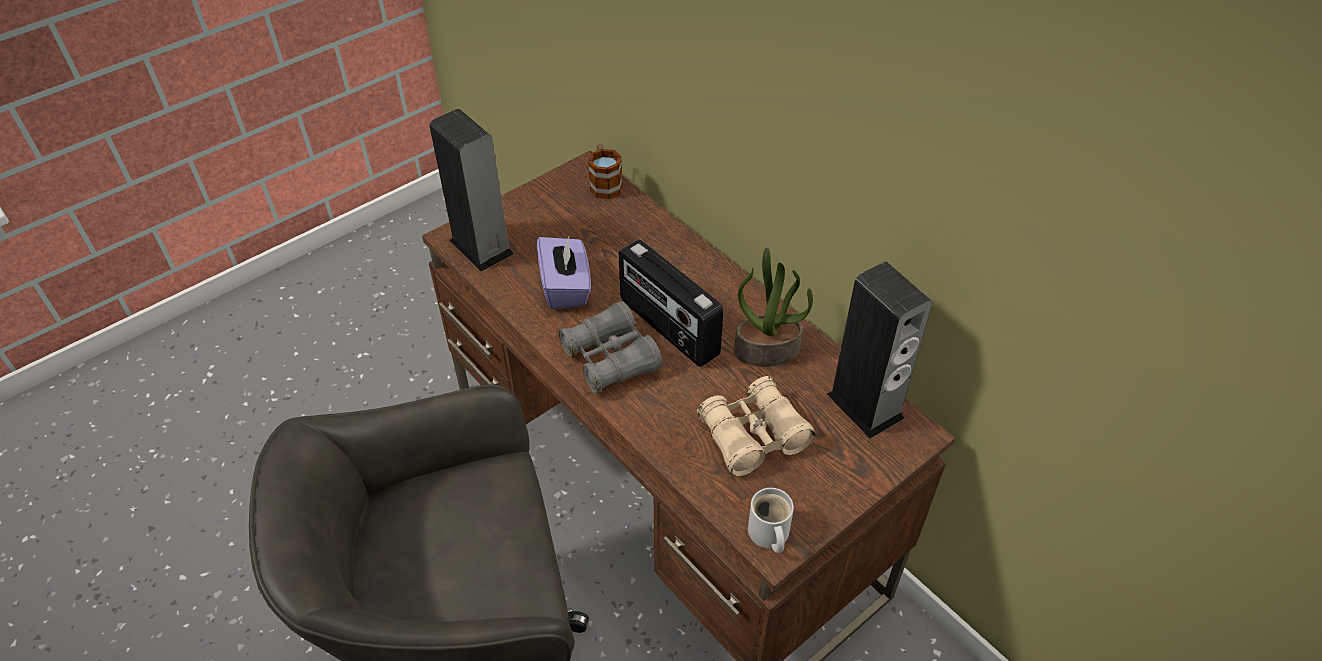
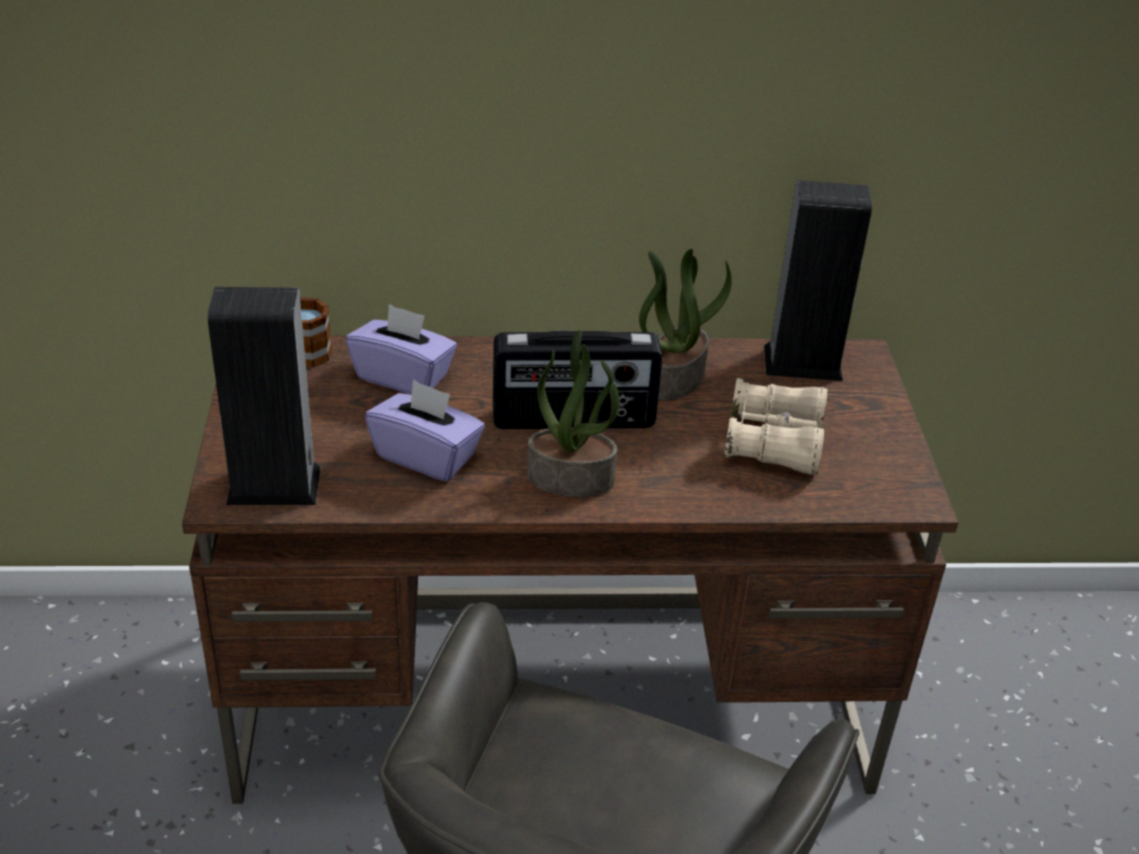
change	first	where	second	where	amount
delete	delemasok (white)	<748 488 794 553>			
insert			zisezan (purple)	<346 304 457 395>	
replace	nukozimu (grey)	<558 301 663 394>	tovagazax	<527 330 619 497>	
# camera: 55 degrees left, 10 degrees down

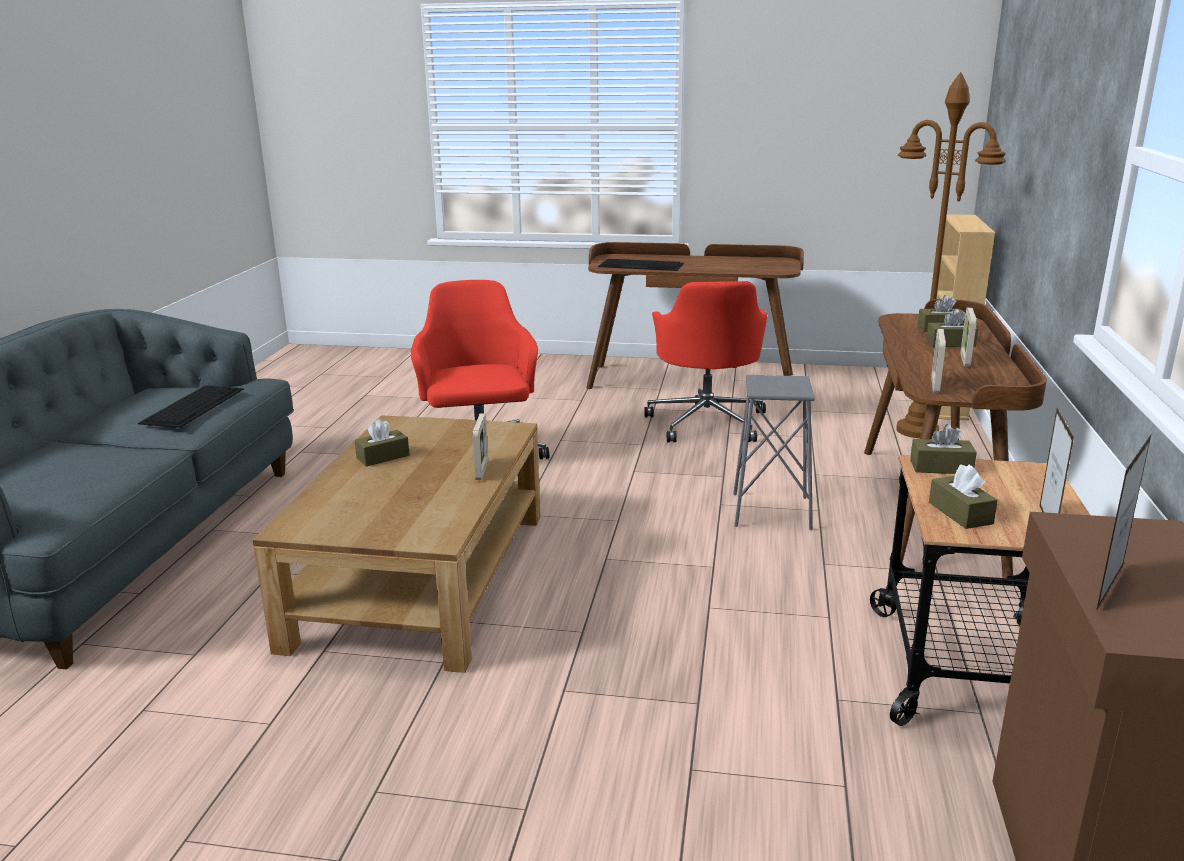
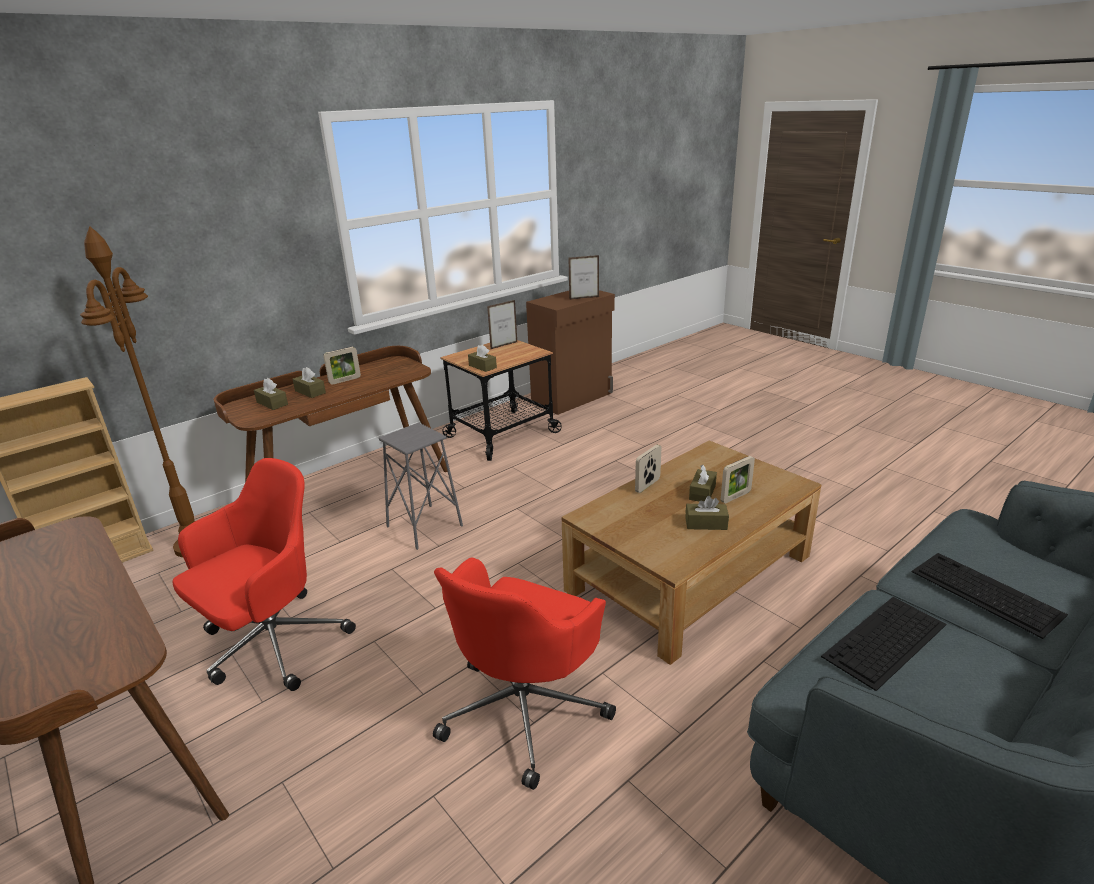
change	first	where	second	where	amount
move	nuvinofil	<598 259 684 271>		<912 553 1068 639>	
move	zisezan (brown)	<929 464 998 529>		<689 465 717 502>	
move	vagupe	<931 329 946 393>		<721 456 755 504>	
# camera: 140 degrees left, 5 degrees up

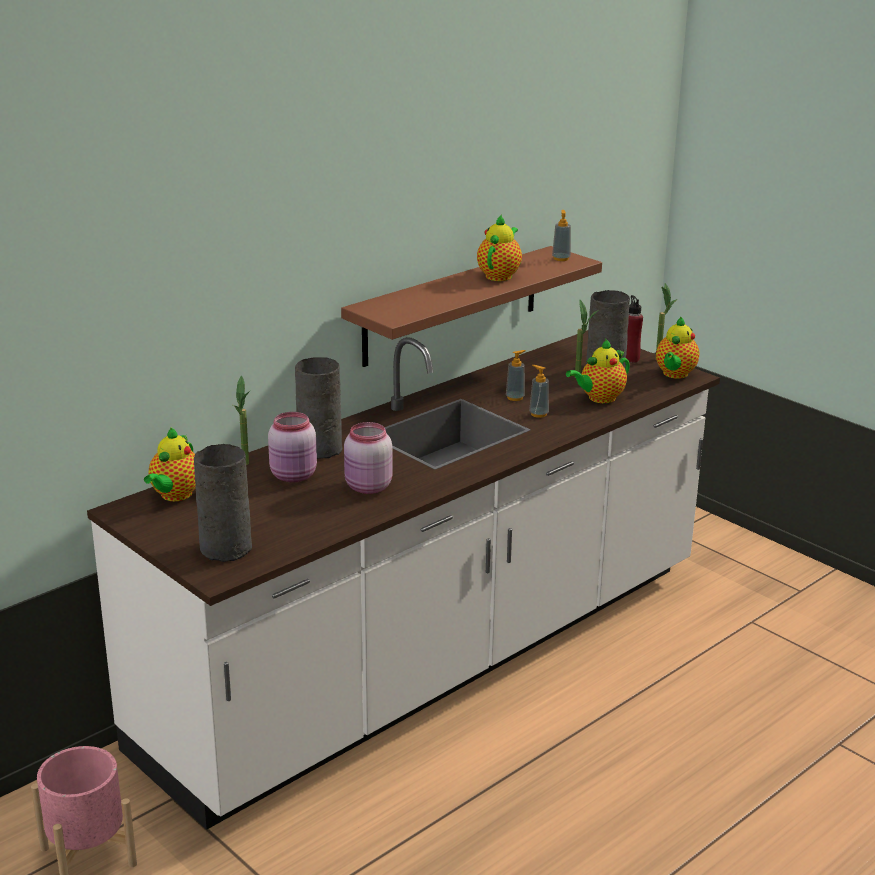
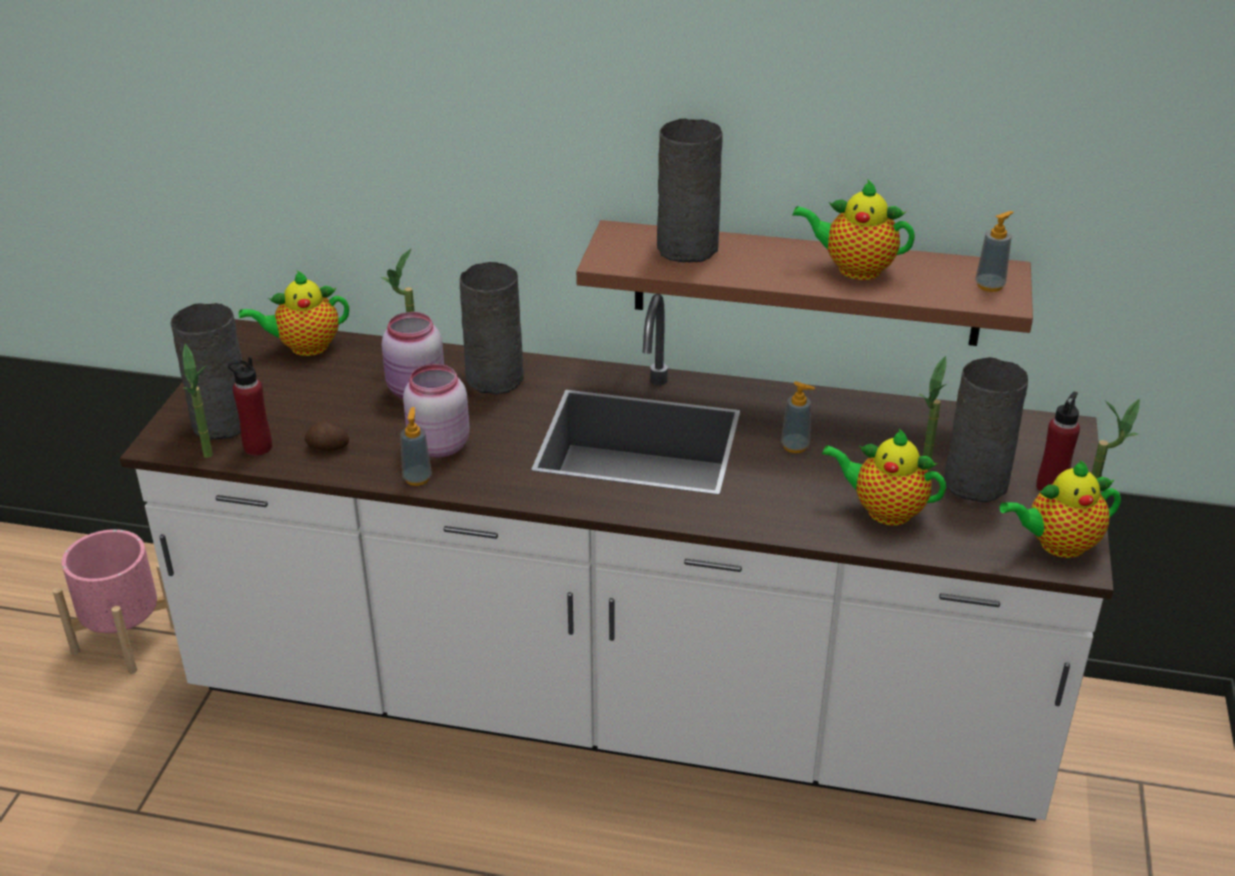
change	first	where	second	where	amount
insert			tovagazax	<183 344 213 458>	
insert			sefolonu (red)	<228 356 272 456>	
insert			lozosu	<305 421 349 451>	
insert			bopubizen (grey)	<657 119 722 262>	
move	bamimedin	<529 365 549 418>		<400 407 432 486>	
rotate	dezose	<477 214 522 281>		<792 179 915 280>	150 degrees counterclockwise
# camera: 55 degrees right, 10 degrees up

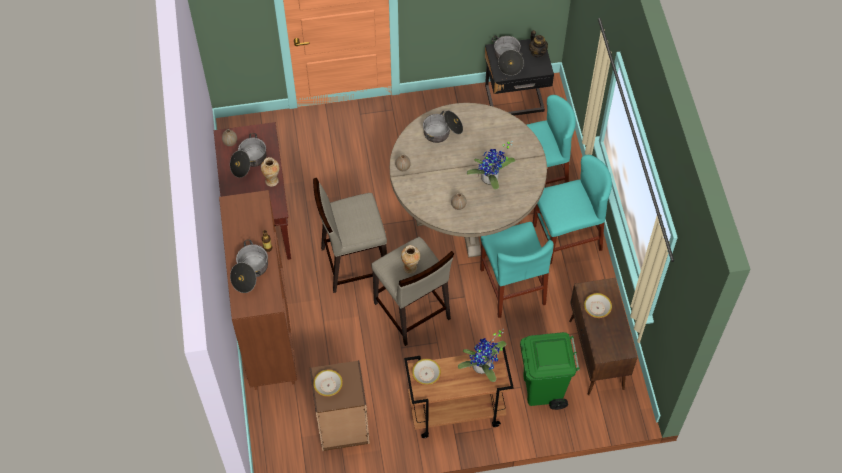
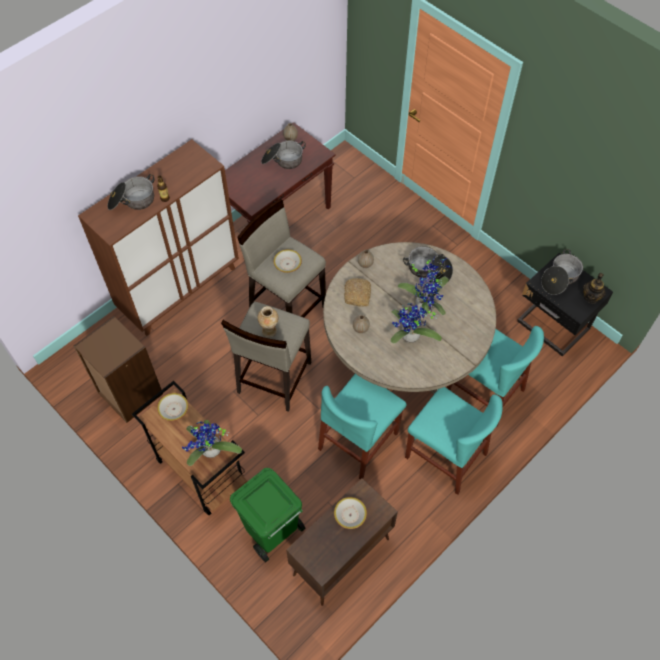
change	first	where	second	where	amount
delete	bopubizen	<261 157 280 187>			
insert			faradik	<344 278 371 307>	
insert			tovagazax	<398 258 451 315>	
move	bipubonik	<313 369 343 397>		<273 249 302 273>	
# camera: 55 degrees right, 0 degrees up

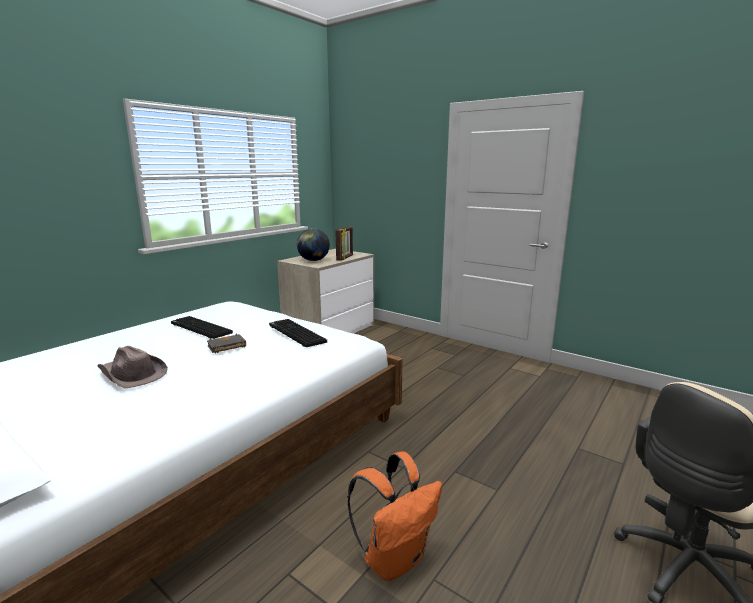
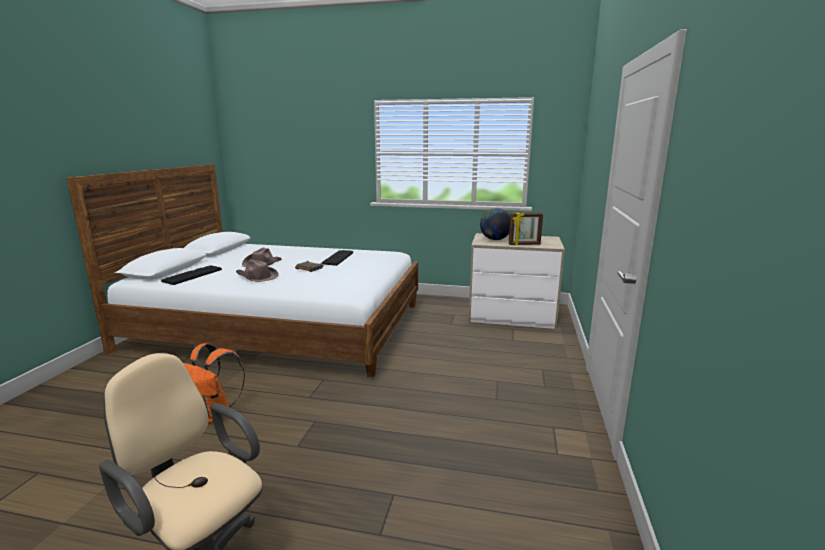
change	first	where	second	where	amount
insert			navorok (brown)	<236 260 279 282>	
move	nuvinofil	<269 319 327 347>		<161 265 222 285>	
# camera: 65 degrees right, 0 degrees up

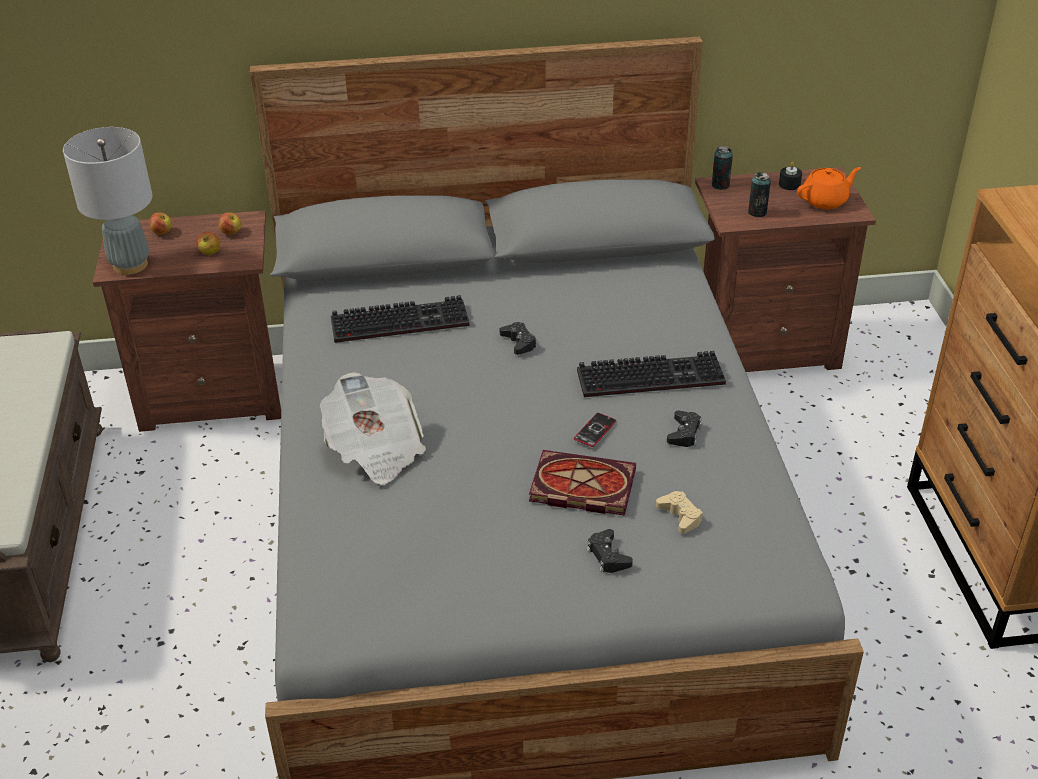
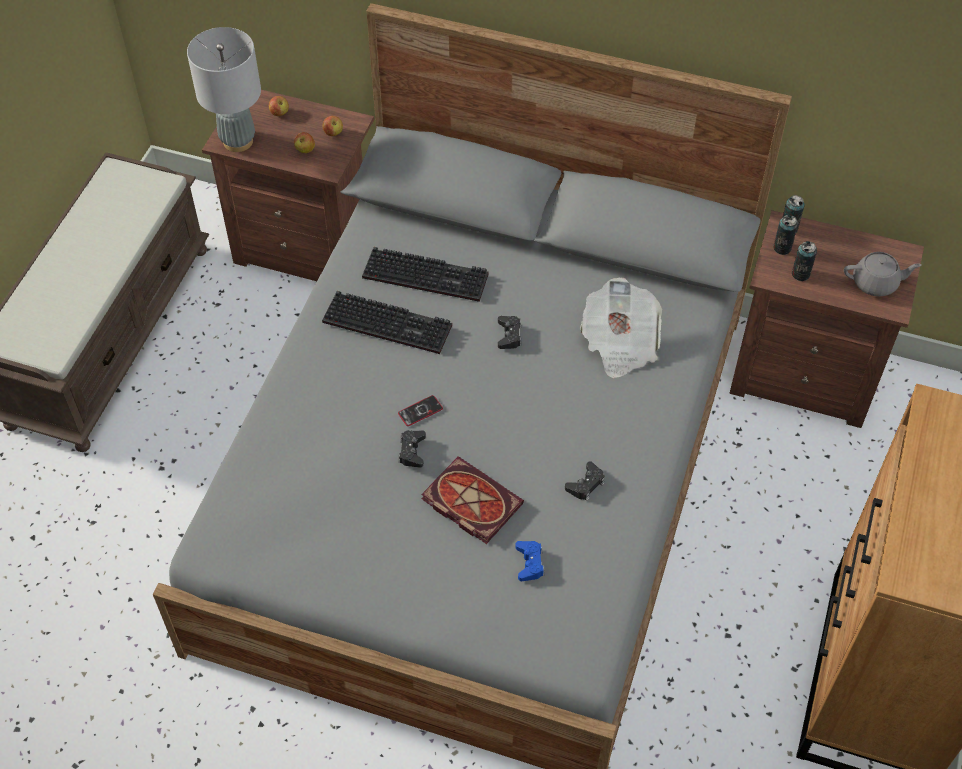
change	first	where	second	where	amount
delete	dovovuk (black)	<779 162 802 190>			
insert			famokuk	<773 215 798 255>	
move	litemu	<320 372 426 485>		<580 278 662 378>	
move	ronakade	<574 413 616 447>		<398 395 443 426>	
move	nuvinofil	<577 351 726 397>		<322 291 452 354>	
move	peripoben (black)	<587 529 633 573>		<399 430 426 467>	
recolor	peripoben (beige)	<656 491 703 534>	peripoben (blue)	<515 541 544 581>	
recolor	dezose (orange)	<797 167 861 209>	dezose (grey)	<844 252 922 296>	
# camera: 25 degrees right, 15 degrees up

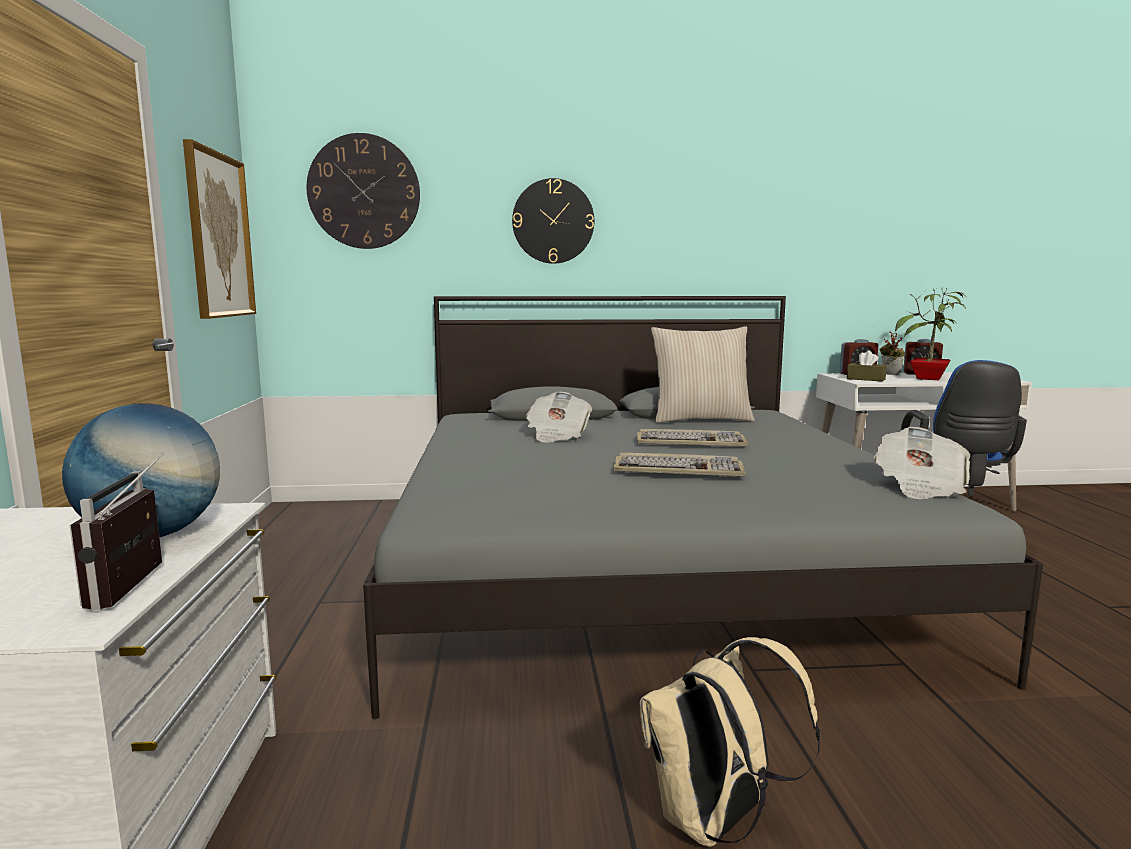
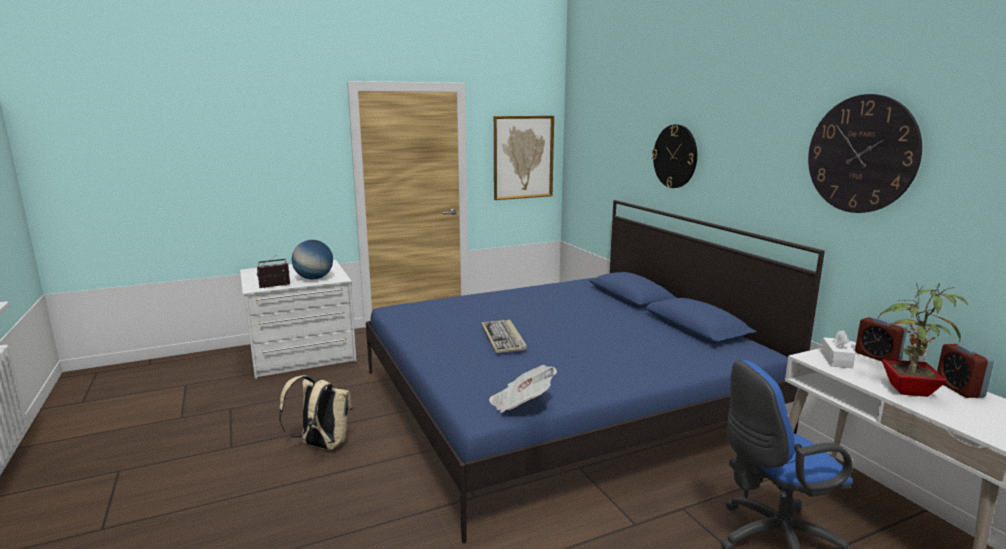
change	first	where	second	where	amount
delete	litemu	<526 392 592 442>			
delete	nuvinofil	<637 429 748 447>			
delete	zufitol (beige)	<651 326 755 423>			
move	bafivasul	<307 133 420 249>		<808 94 922 213>	
recolor	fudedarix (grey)	<363 296 1043 719>	fudedarix (blue)	<366 200 825 543>	
recolor	zisezan (brown)	<847 350 887 382>	zisezan (white)	<821 330 856 368>	
# camera: 70 degrees right, 5 degrees up

